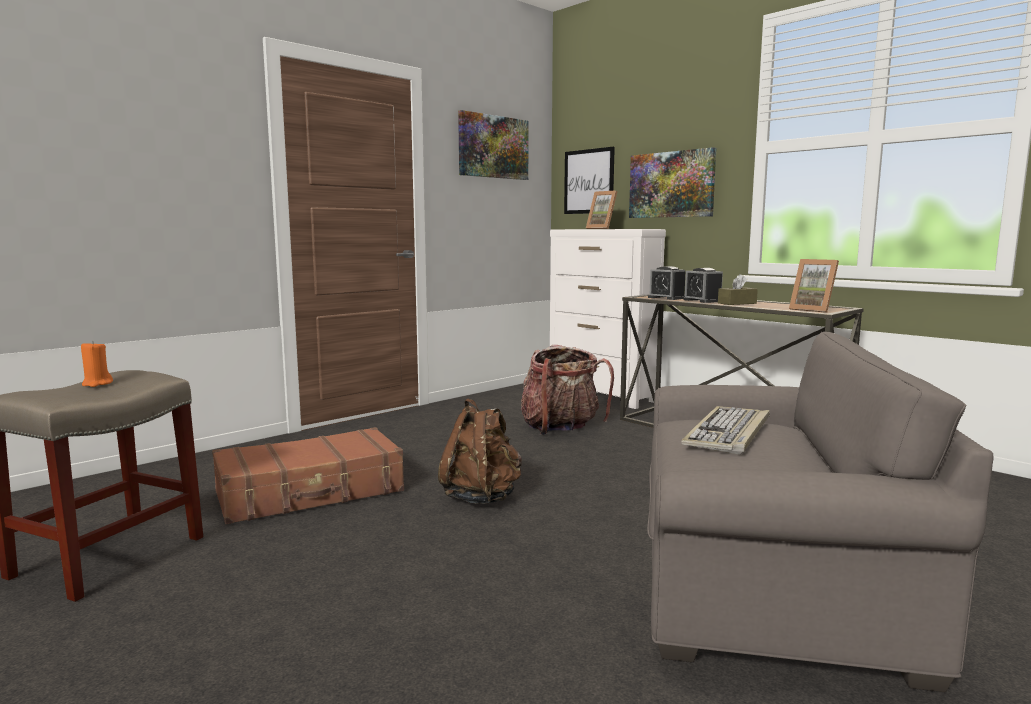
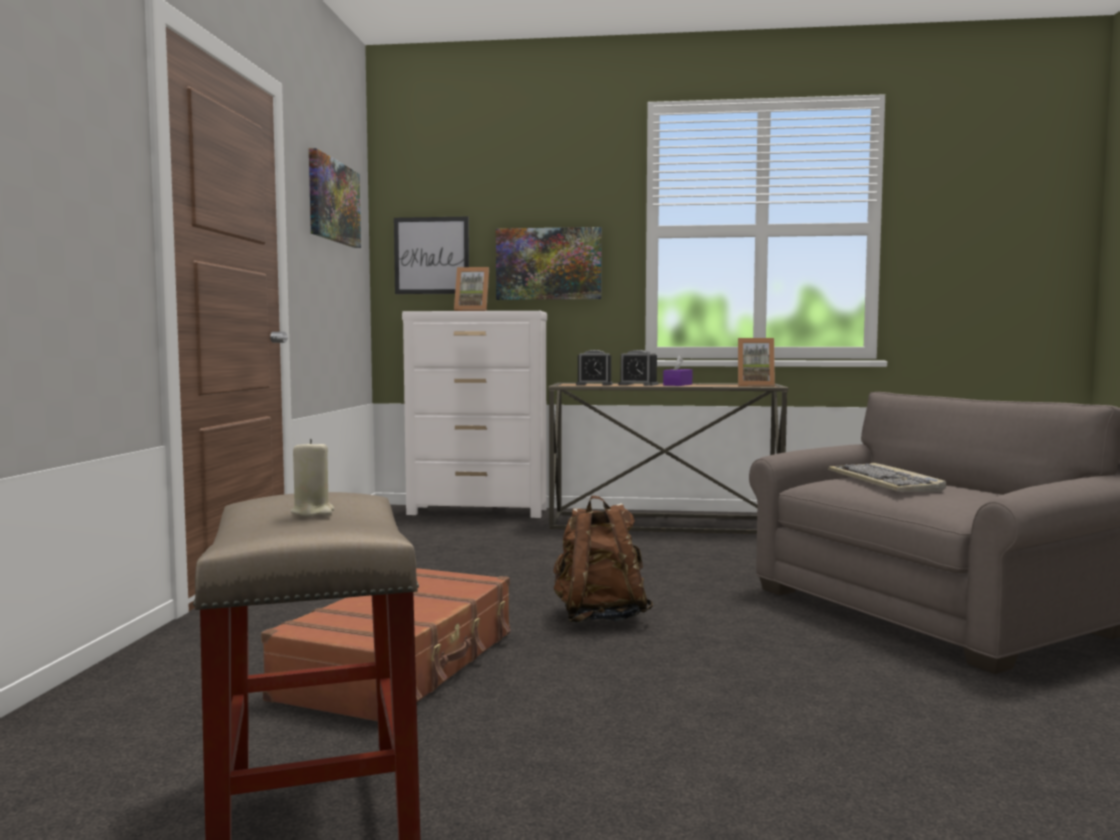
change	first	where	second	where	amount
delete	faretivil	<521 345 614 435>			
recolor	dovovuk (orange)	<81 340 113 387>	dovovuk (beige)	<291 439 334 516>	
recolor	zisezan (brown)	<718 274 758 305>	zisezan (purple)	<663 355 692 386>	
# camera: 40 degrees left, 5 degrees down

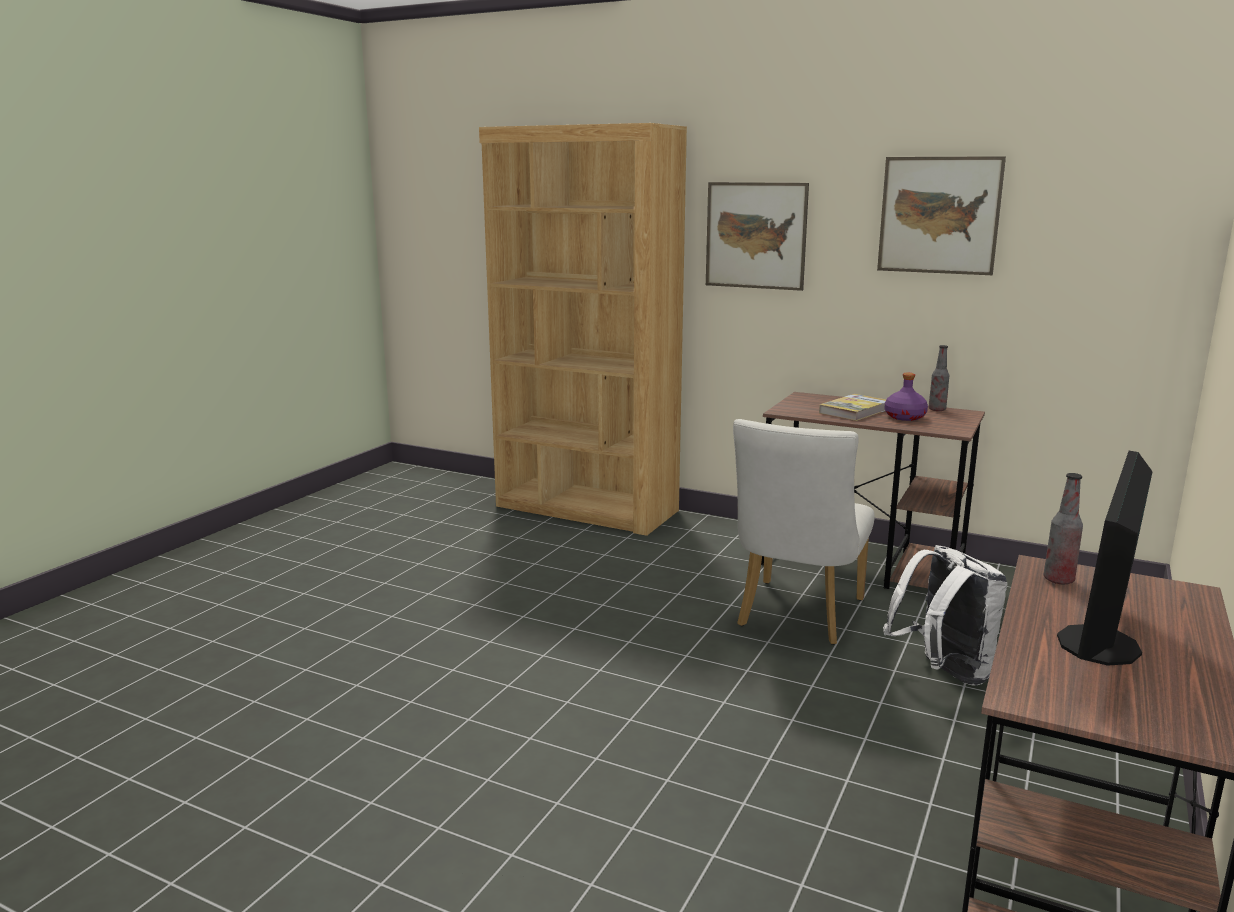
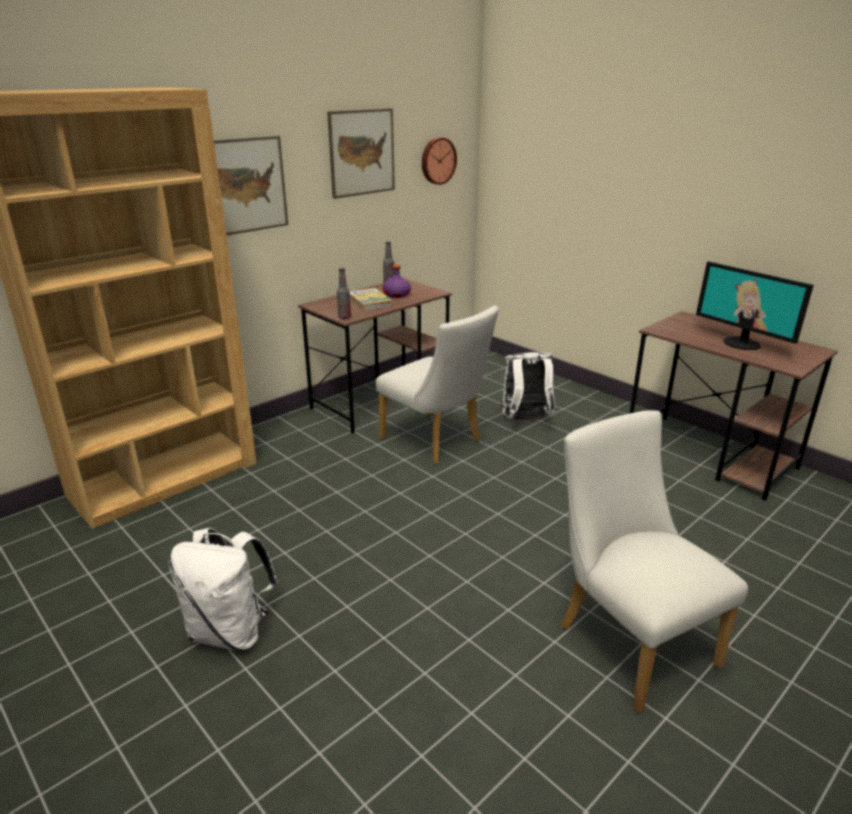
change	first	where	second	where	amount
insert			faretivil (white)	<169 528 278 650>	
insert			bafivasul	<422 137 457 185>	
insert			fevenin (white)	<561 410 748 713>	
move	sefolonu	<1044 473 1083 584>		<337 268 351 319>	
# camera: 70 degrees left, 10 degrees up

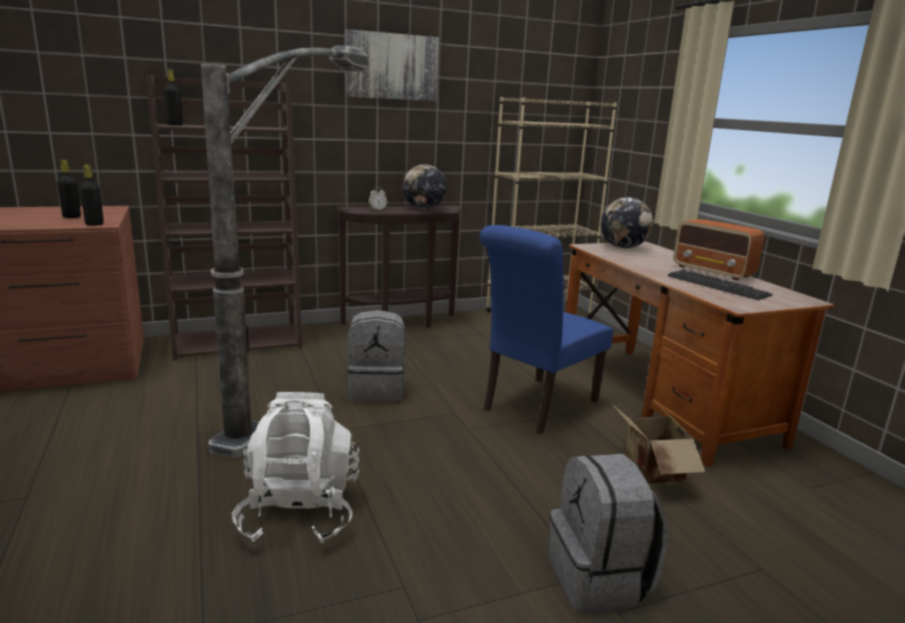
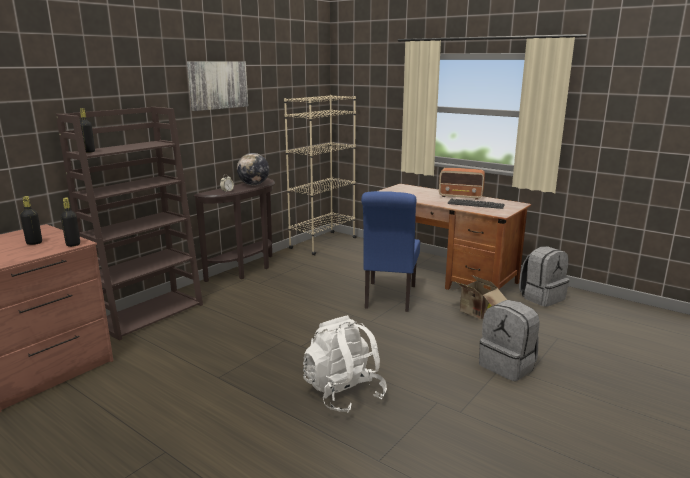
change	first	where	second	where	amount
delete	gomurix	<201 46 368 458>			
delete	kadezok	<601 197 653 248>			
move	faretivil (grey)	<347 310 405 402>		<519 246 569 307>	
# camera: 30 degrees left, 0 degrees up

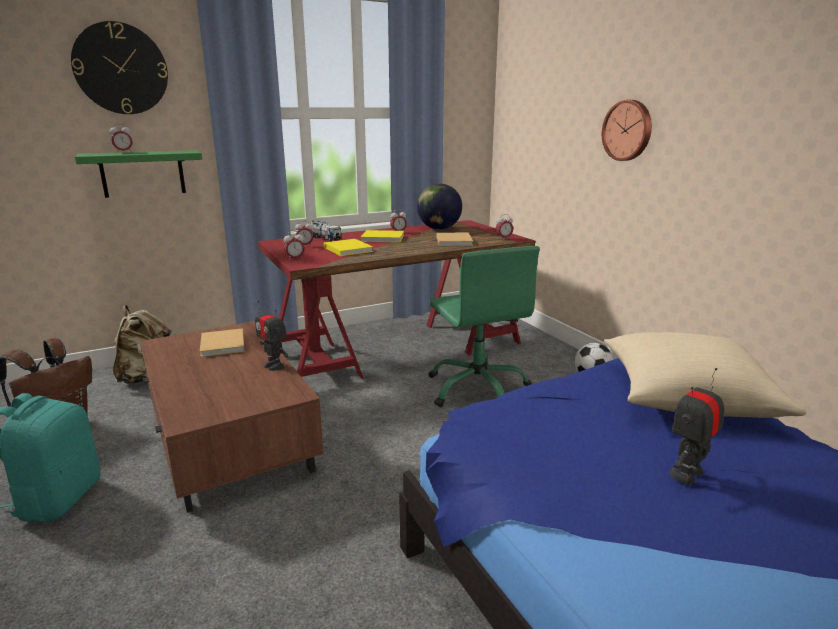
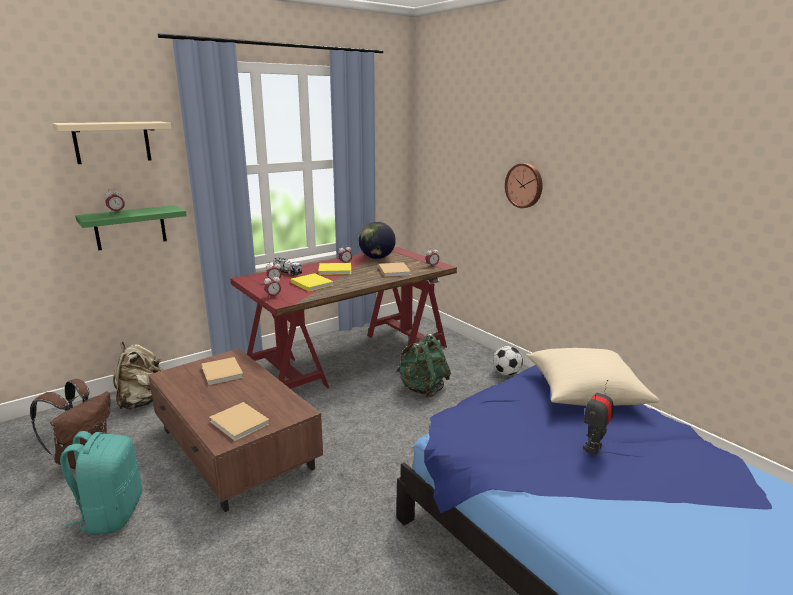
change	first	where	second	where	amount
delete	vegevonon	<255 301 288 371>			
insert			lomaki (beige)	<209 402 270 441>	
replace	bafivasul	<71 21 168 114>	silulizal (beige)	<52 122 172 164>	
replace	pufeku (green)	<428 246 540 407>	faretivil (green)	<396 333 451 398>	
# camera: 10 degrees left, 0 degrees up

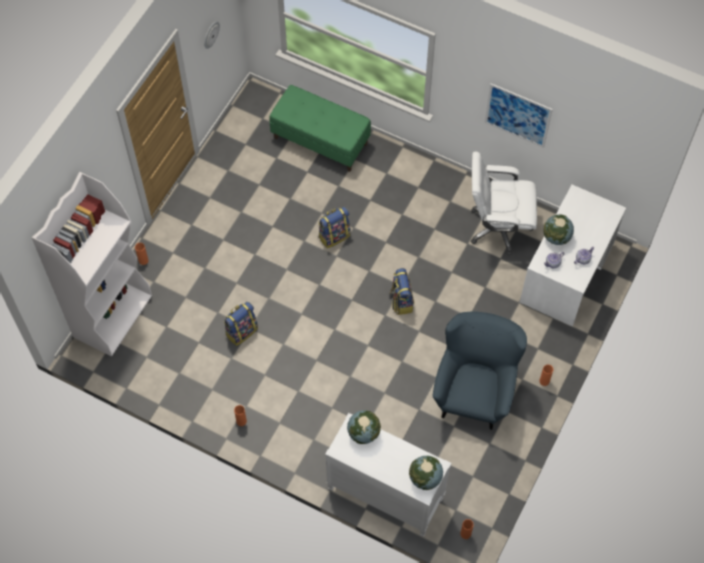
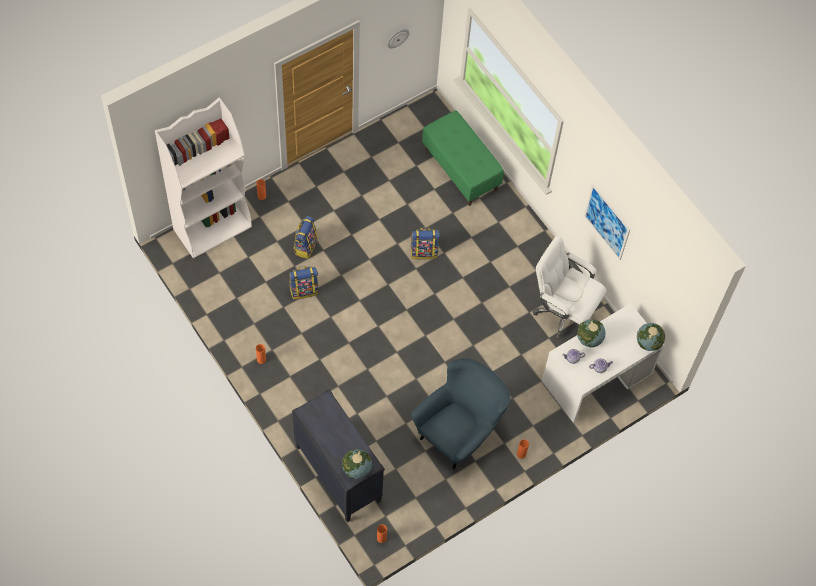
change	first	where	second	where	amount
move	kadezok	<347 410 381 444>		<637 323 665 351>	
move	faretivil	<389 268 414 315>		<293 216 318 259>	
recolor	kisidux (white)	<325 413 452 537>	kisidux (black)	<292 389 385 522>	
# camera: 25 degrees right, 0 degrees up

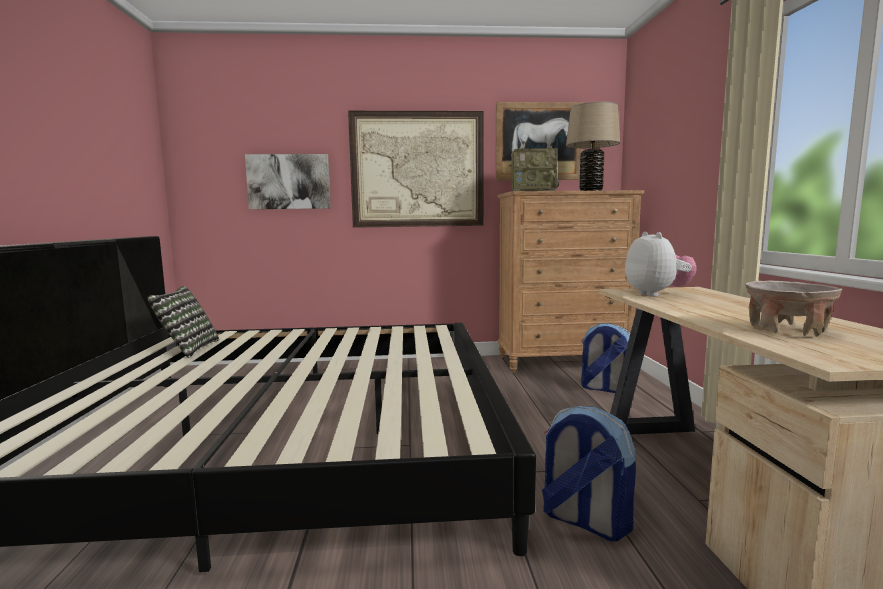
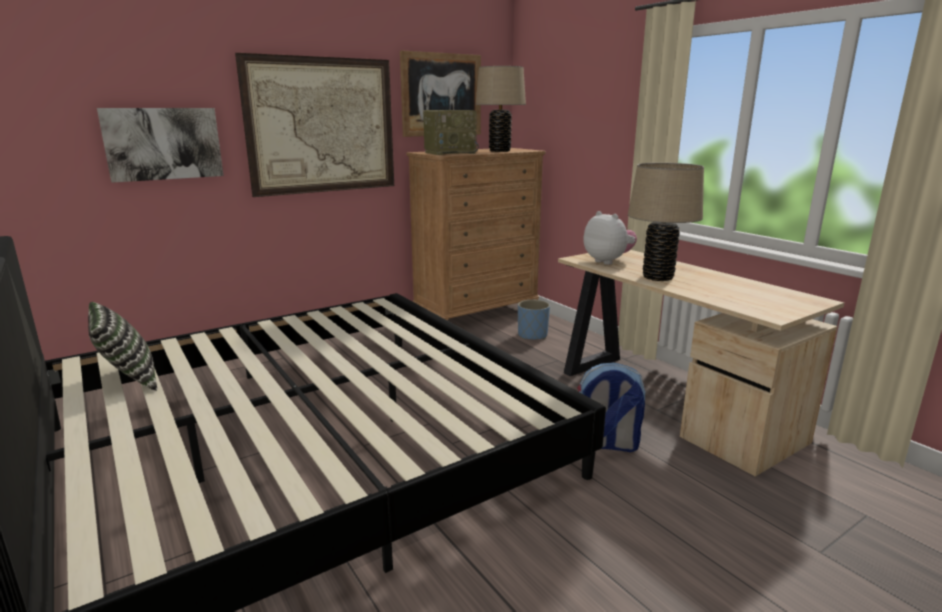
change	first	where	second	where	amount
delete	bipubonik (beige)	<745 280 842 337>			
insert			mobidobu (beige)	<628 163 704 281>	
replace	faretivil	<581 323 630 393>	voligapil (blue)	<518 300 550 340>	
# camera: 30 degrees left, 10 degrees up

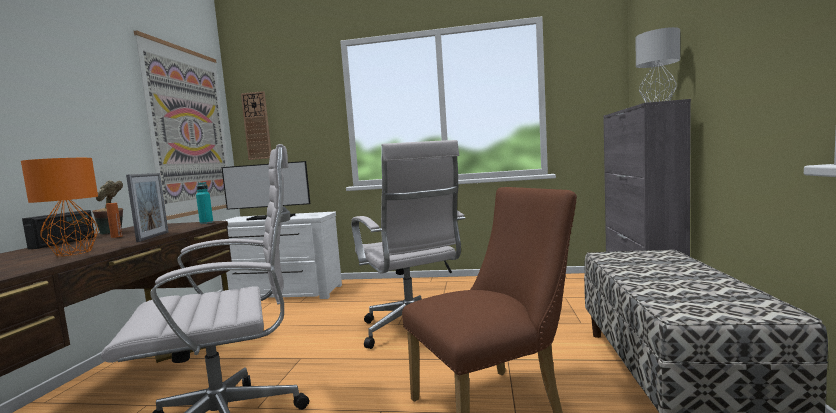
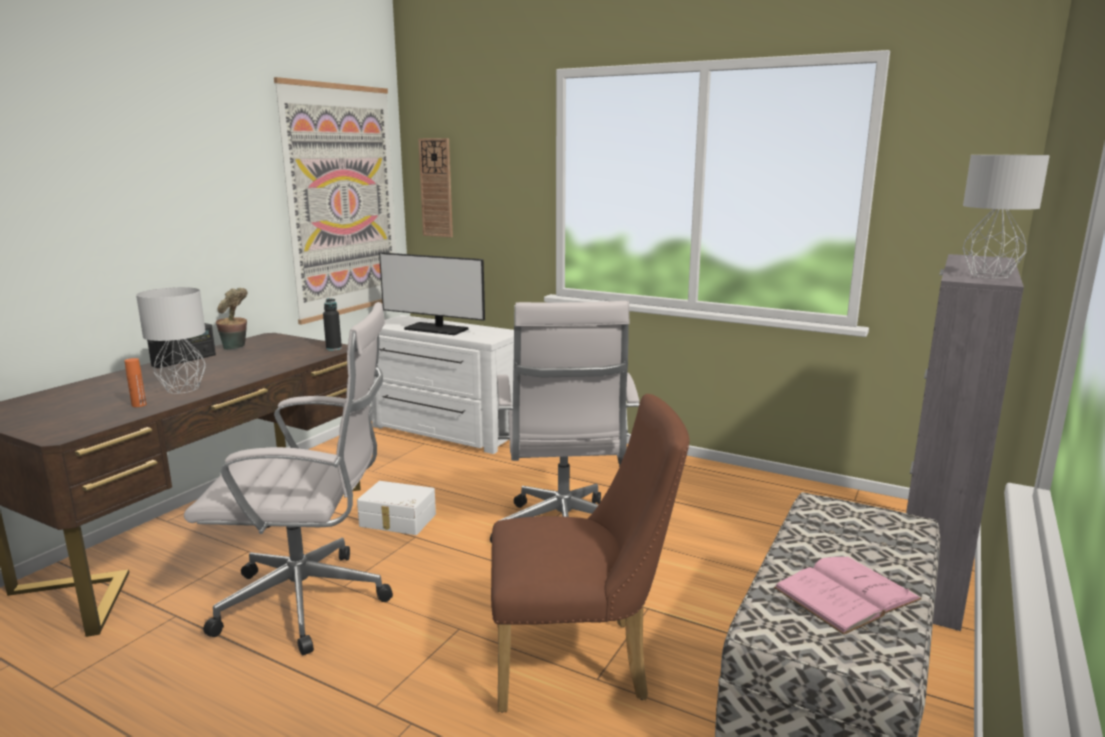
change	first	where	second	where	amount
delete	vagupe	<126 173 169 242>			
insert			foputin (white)	<357 481 436 535>	
insert			lomaki (pink)	<774 556 922 635>	
move	sefolonu (orange)	<106 203 122 238>		<125 358 147 407>	
recolor	mobidobu (orange)	<21 158 99 256>	mobidobu (grey)	<136 287 206 394>	
recolor	sefolonu (turquoise)	<196 182 213 224>	sefolonu (black)	<323 298 342 351>	
# camera: 20 degrees right, 10 degrees up

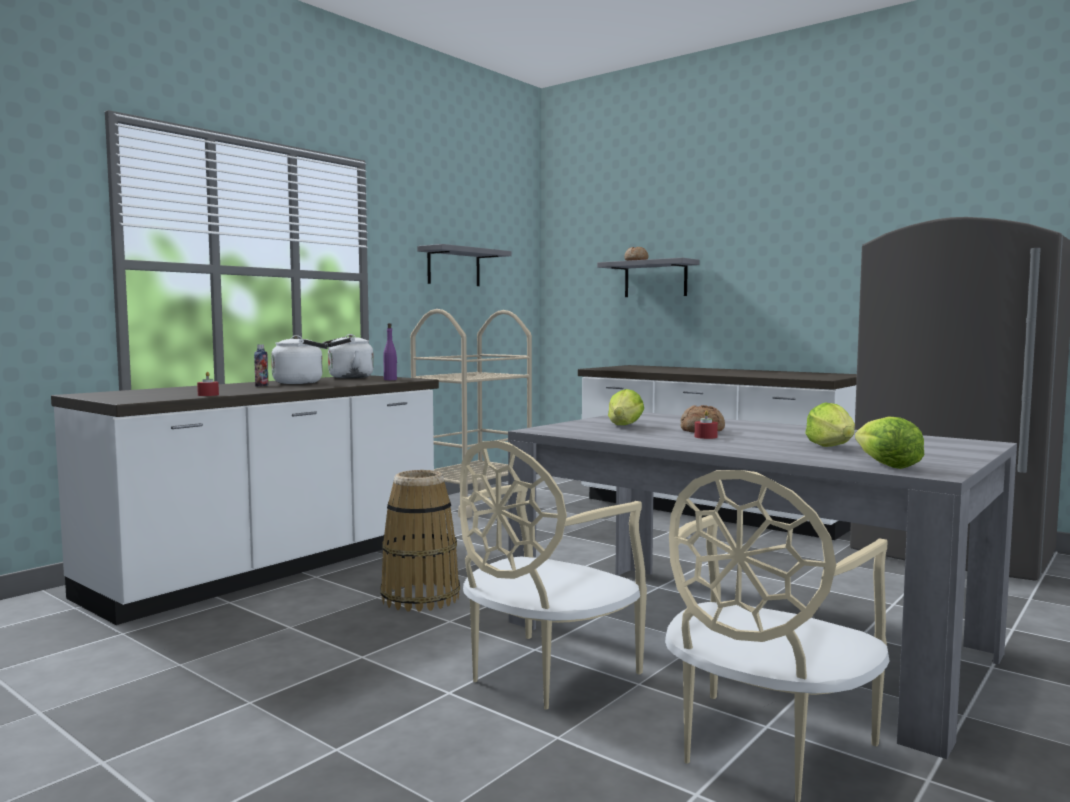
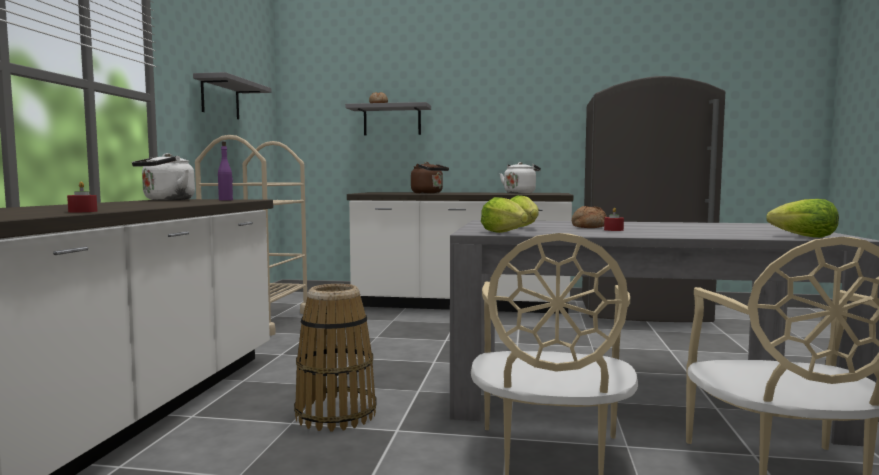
change	first	where	second	where	amount
delete	sefolonu	<254 344 269 386>			
insert			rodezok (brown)	<411 162 449 194>	
move	rodezok (white)	<271 335 328 384>		<500 162 541 193>	
move	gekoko	<805 403 855 447>		<481 197 528 233>	
# camera: 30 degrees left, 0 degrees up

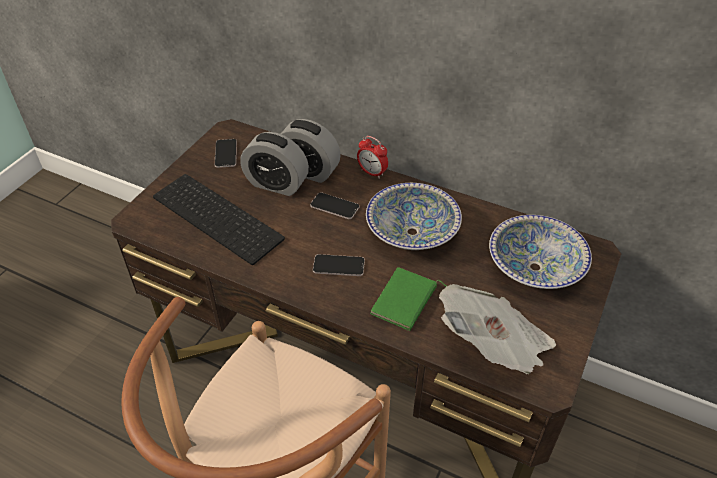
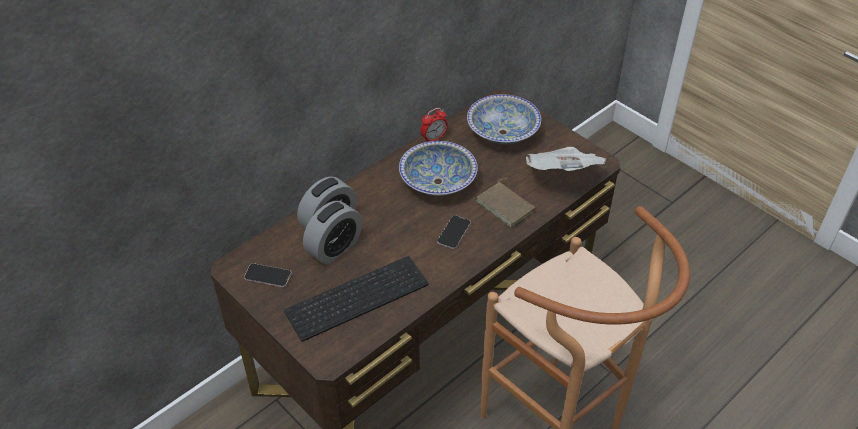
change	first	where	second	where	amount
delete	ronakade	<310 192 359 219>			
move	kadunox	<357 136 388 178>		<420 108 448 142>	
recolor	lomaki (green)	<370 267 446 331>	lomaki (brown)	<476 178 535 227>	
# camera: 70 degrees left, 0 degrees up

